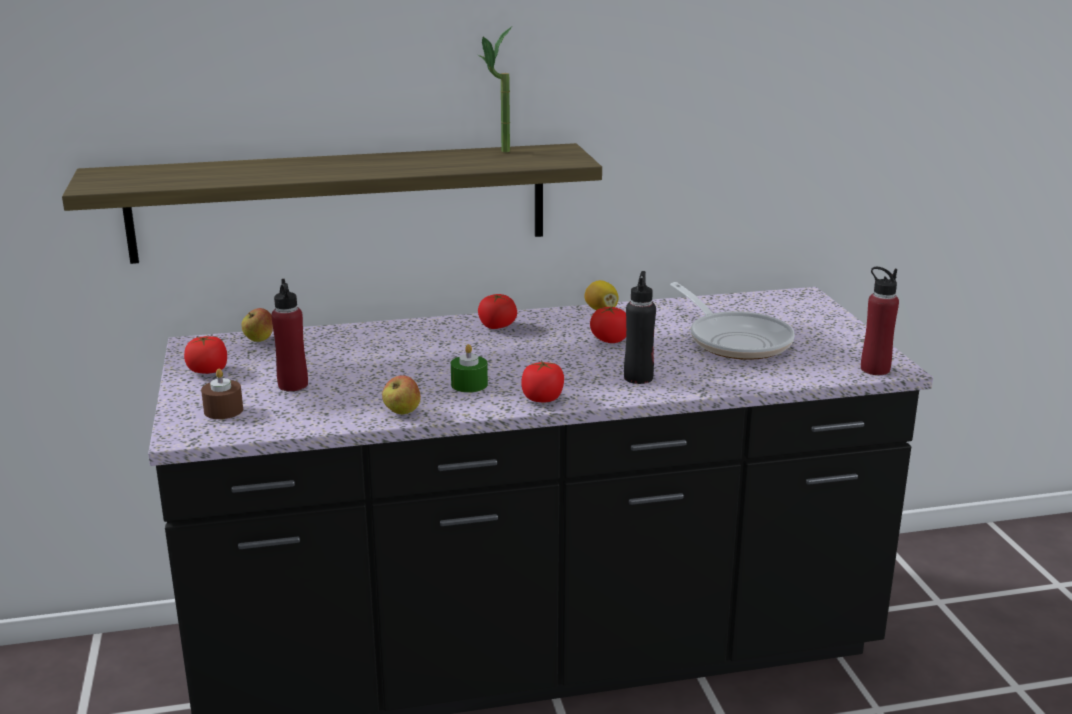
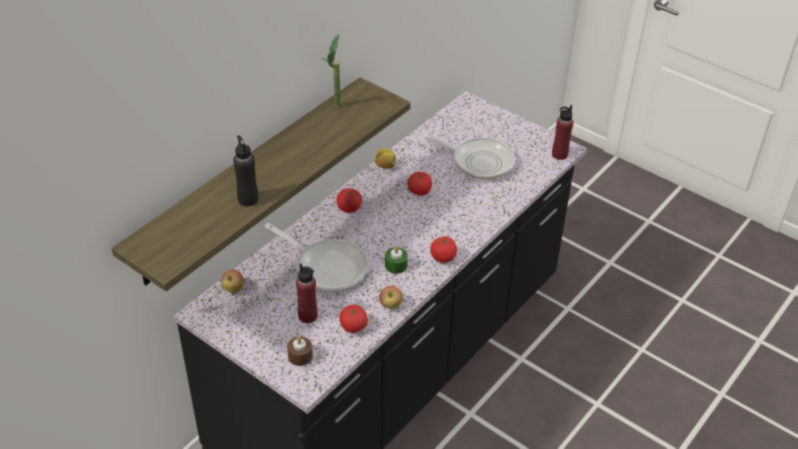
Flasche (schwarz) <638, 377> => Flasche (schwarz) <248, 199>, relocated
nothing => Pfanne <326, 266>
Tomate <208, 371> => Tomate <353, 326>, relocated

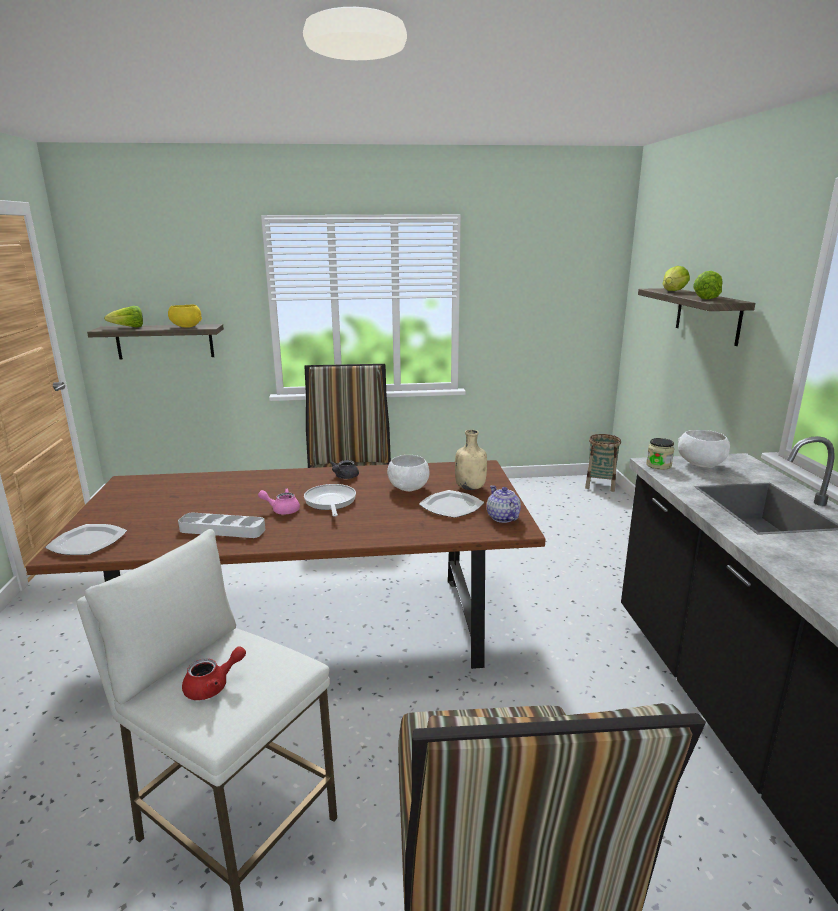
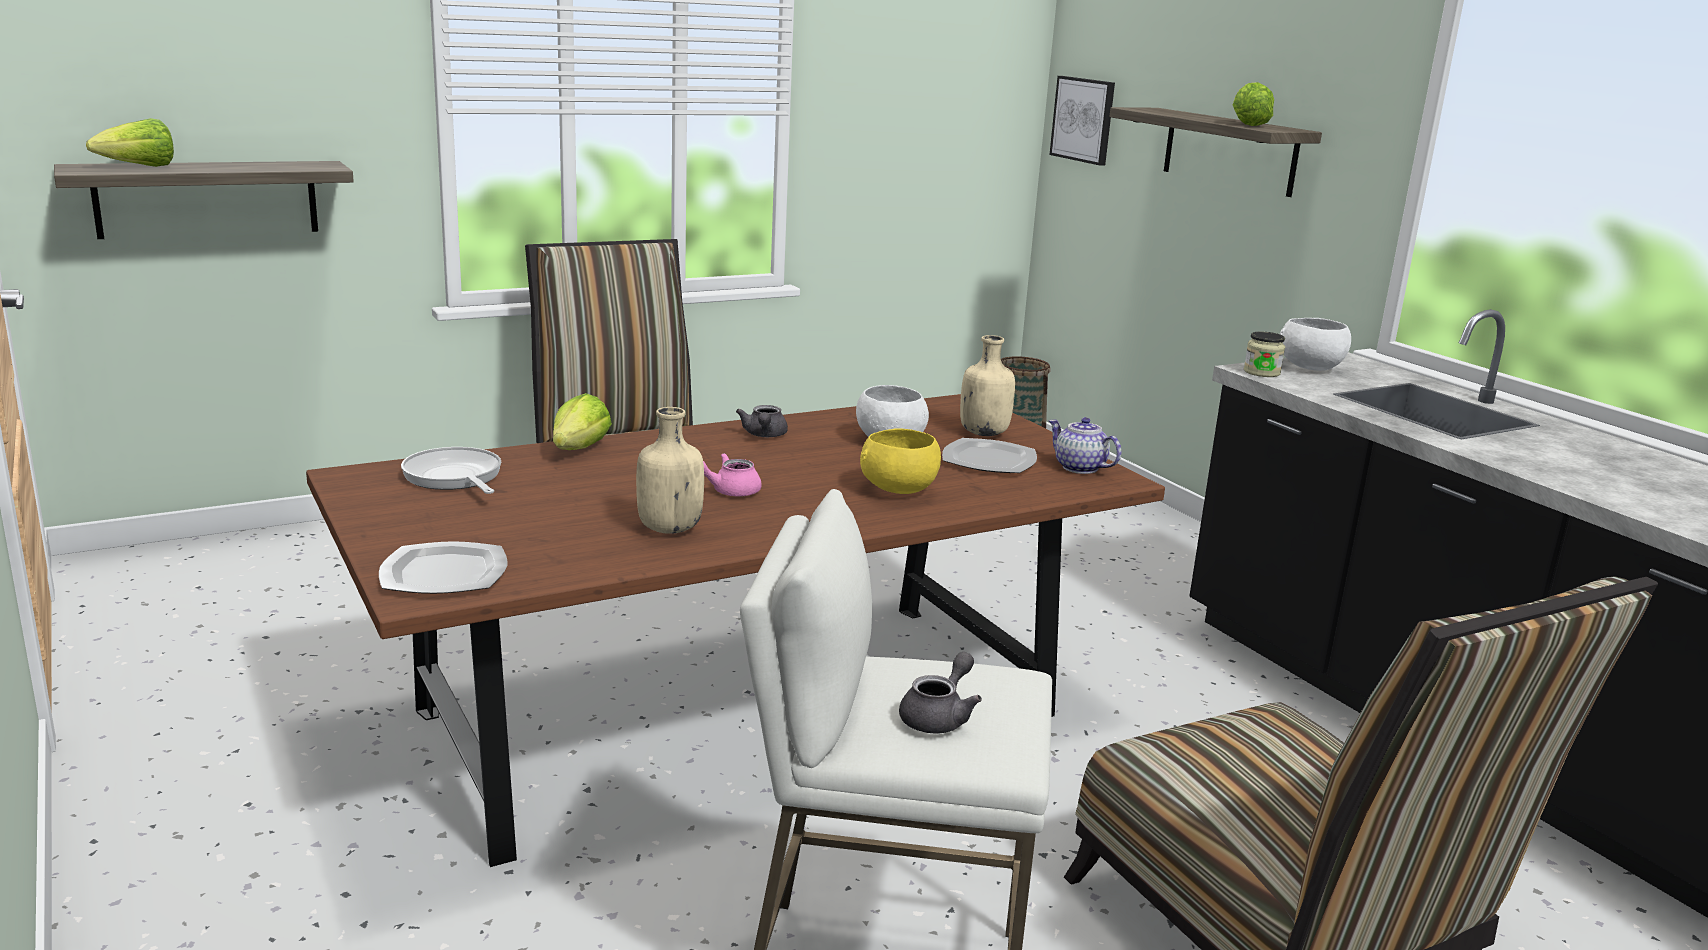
Pfanne <330, 502> => Pfanne <454, 477>, relocated
Salatkopf <673, 291> => Salatkopf <580, 449>, relocated
Tablett (grau) <222, 530> => Flasche (beige) <668, 528>
Schüssel (gelb) <186, 327> => Schüssel (gelb) <898, 490>, relocated
Teekanne (rot) <213, 686> => Teekanne (grau) <939, 717>
nothing => Bild <1083, 119>

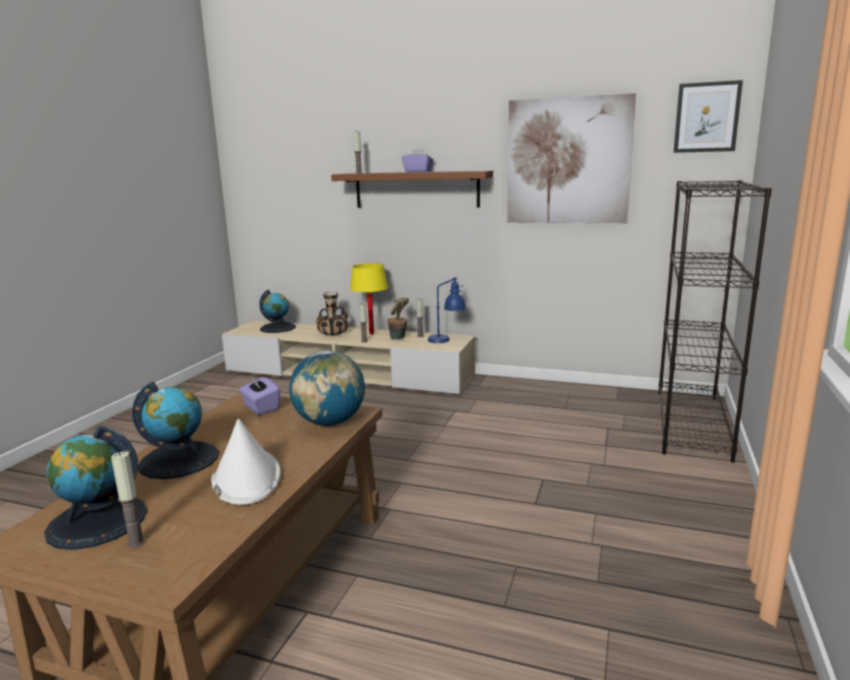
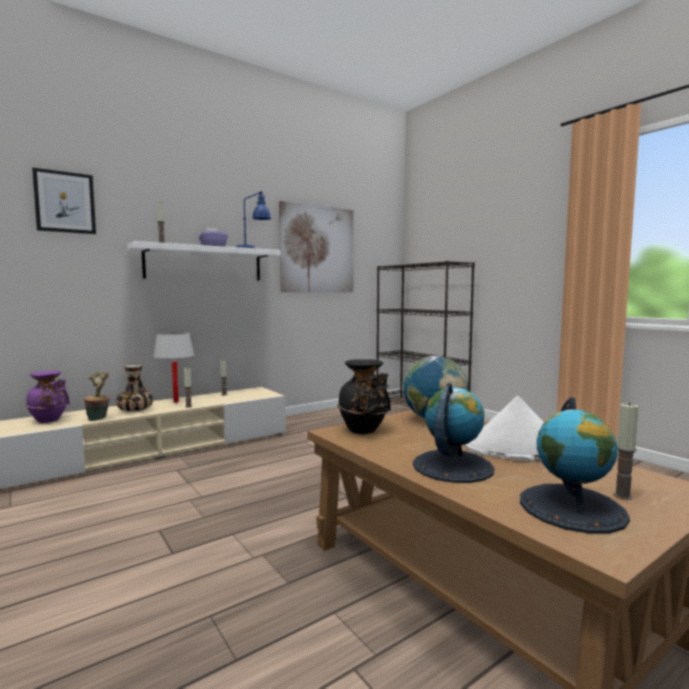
Globus <278, 328> => Vase (lila) <50, 420>
Bild <706, 117> => Bild <65, 202>, relocated
Topfpflanze <398, 338> => Topfpflanze <99, 418>, relocated
Wandregal (braun) <416, 190> => Wandregal (weiß) <204, 263>
Tischlampe (gelb) <371, 333> => Tischlampe (weiß) <176, 402>
Tischlampe (blau) <447, 341> => Tischlampe (blau) <254, 249>, relocated
Taschentuchbox (lila) <260, 407> => Vase (schwarz) <365, 430>

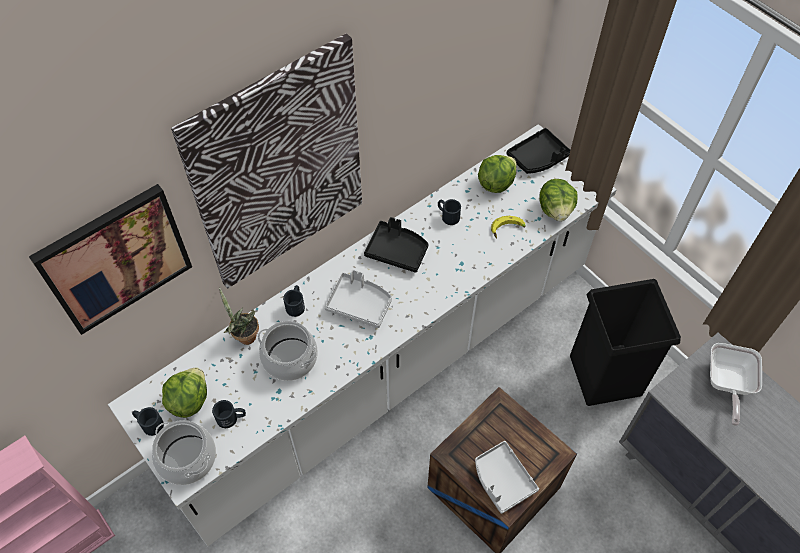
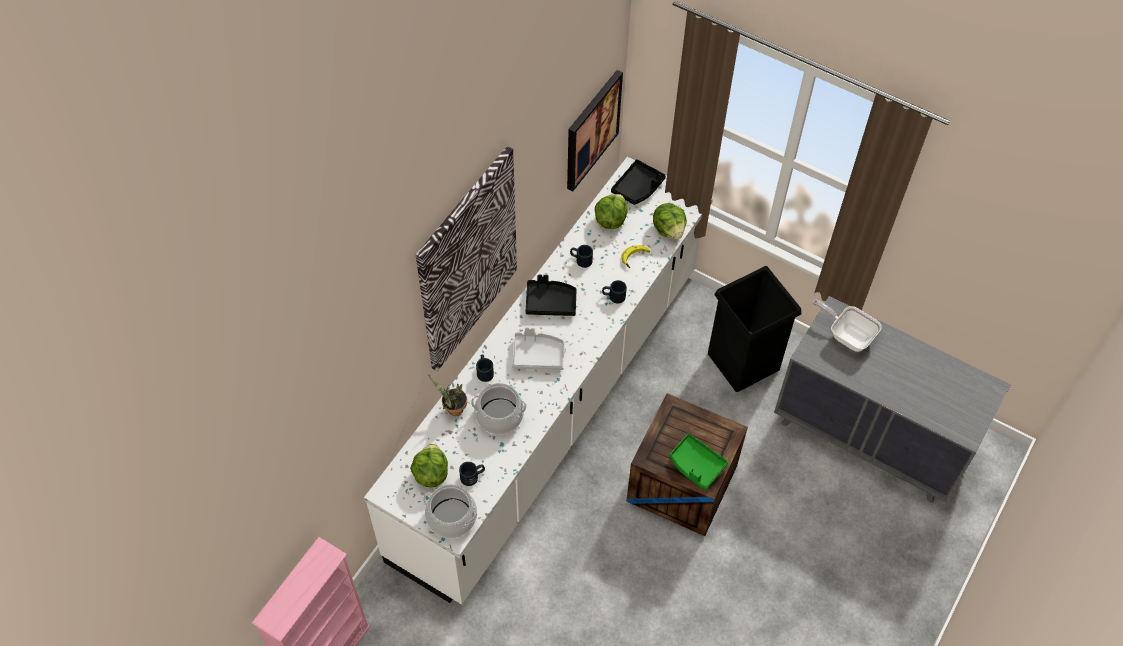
Bild <115, 259> => Bild <591, 130>, relocated
Henkelbecher (schwarz) <149, 424> => Henkelbecher (schwarz) <613, 296>, relocated
Tablett (grau) <502, 480> => Tablett (grün) <696, 465>
Pfanne <727, 384> => Pfanne <847, 335>, 135 degrees clockwise

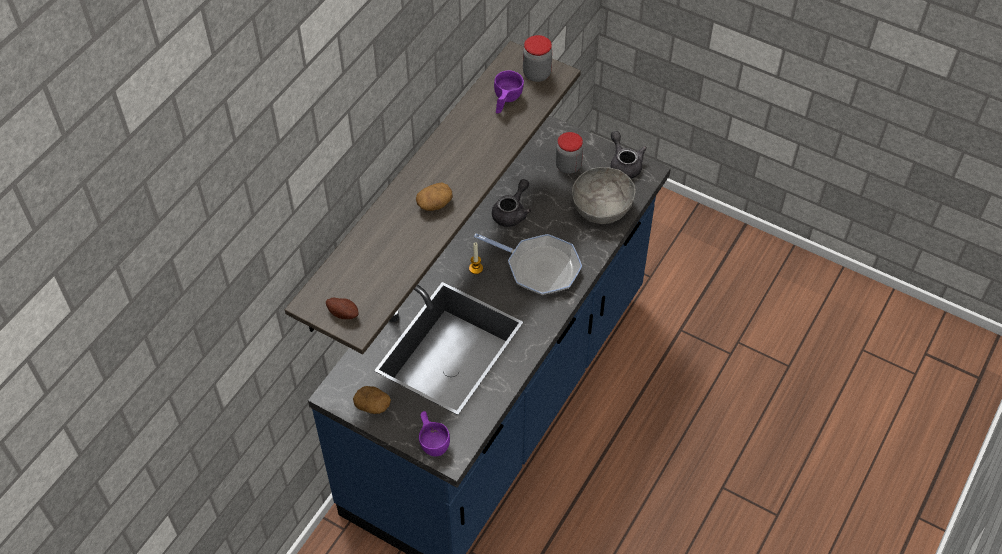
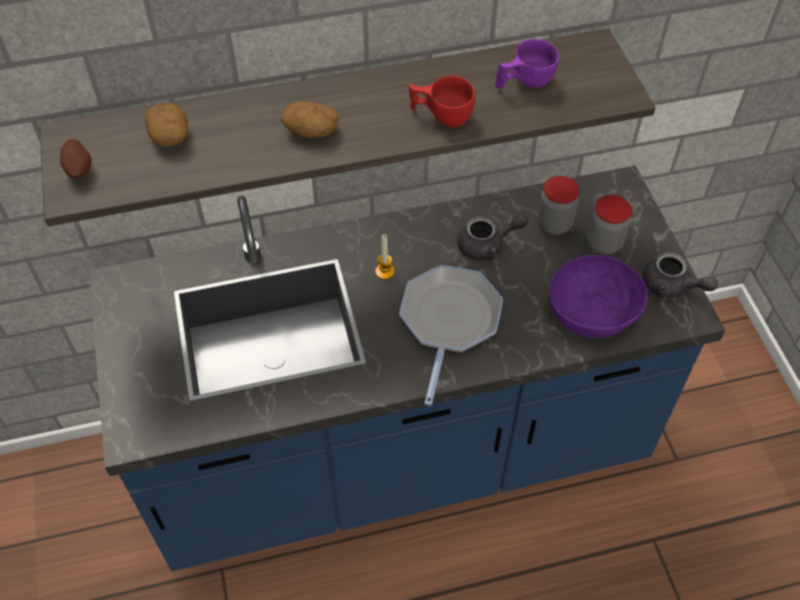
Kartoffel <373, 405> => Kartoffel <170, 136>, relocated
Pfanne <539, 268> => Pfanne <449, 322>, 150 degrees counterclockwise
nothing => Tasse (rot) <441, 116>
Vorratsglas <537, 74> => Vorratsglas <554, 224>, relocated
Schüssel (grau) <602, 207> => Schüssel (lila) <592, 312>
Teekanne (grau) <624, 164> => Teekanne (grau) <671, 287>, 105 degrees clockwise
Tasse (lila) <433, 441> => nothing

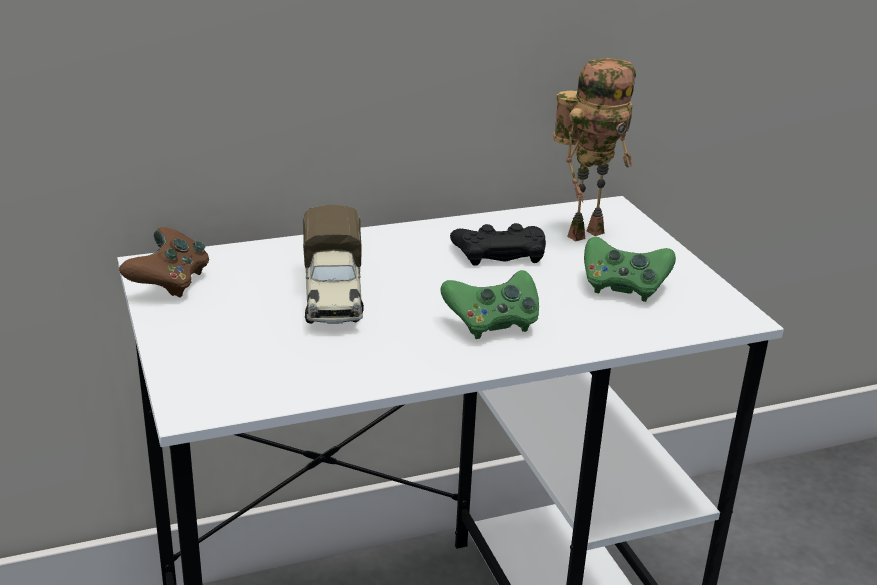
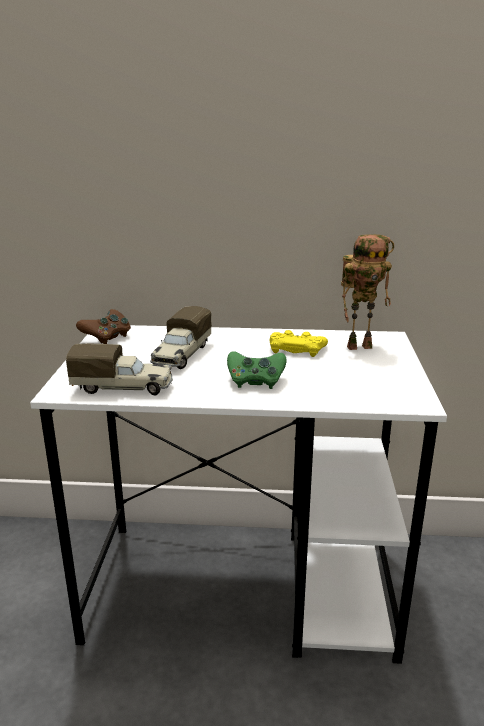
nothing => Spielzeuglaster <124, 387>
Gamepad (schwarz) <499, 252> => Gamepad (gelb) <296, 349>
Gamepad (grün) <623, 287> => nothing

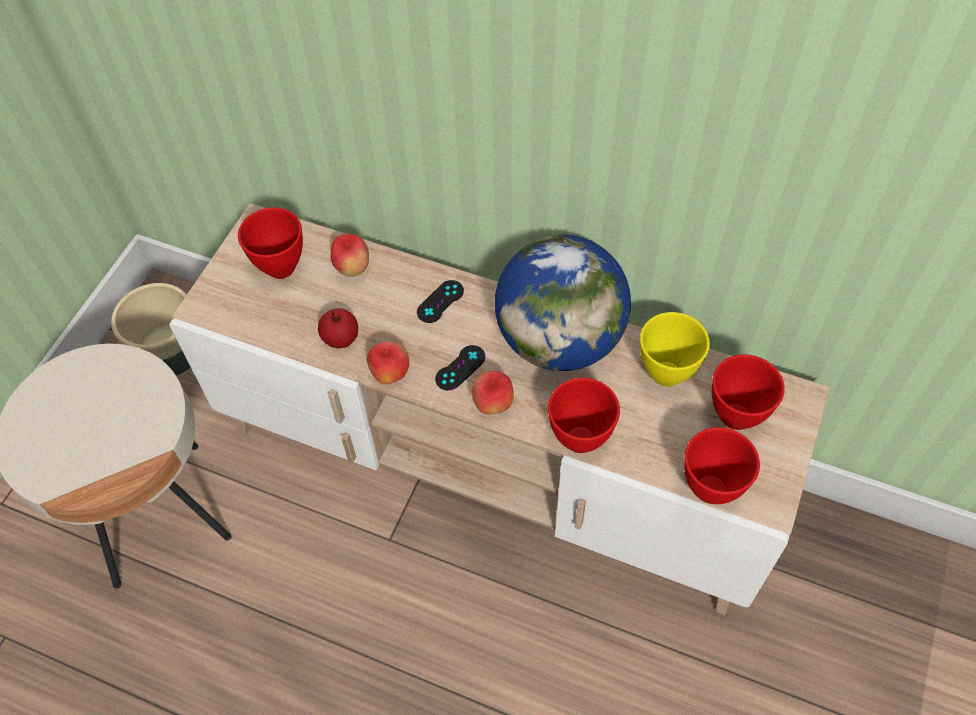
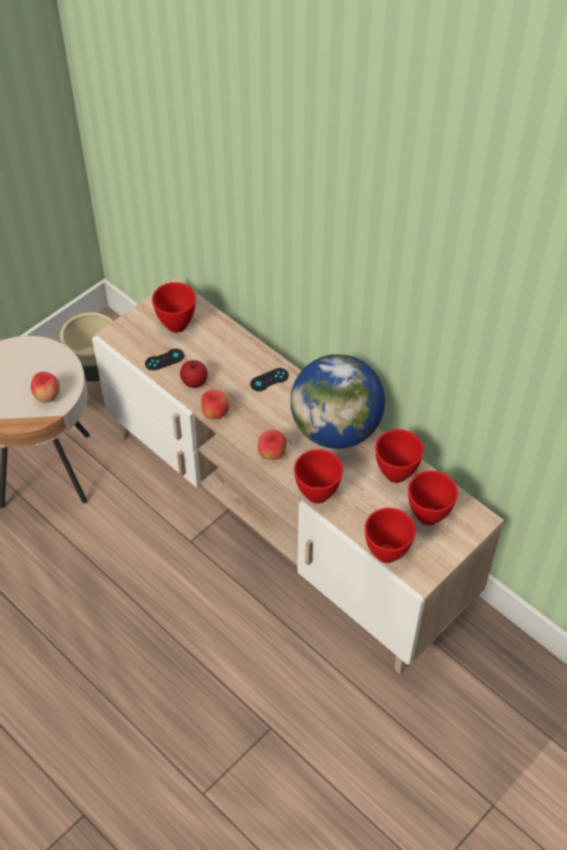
Apfel <353, 268> => Apfel <47, 397>, relocated
Gamepad (schwarz) <460, 368> => Gamepad (schwarz) <164, 360>, relocated
Schüssel (gelb) <667, 375> => Schüssel (rot) <396, 475>

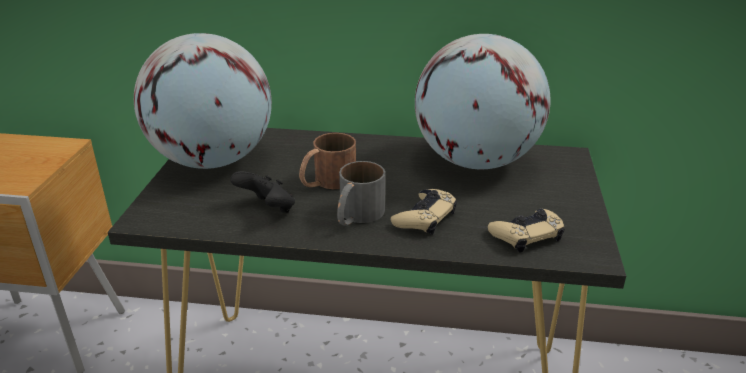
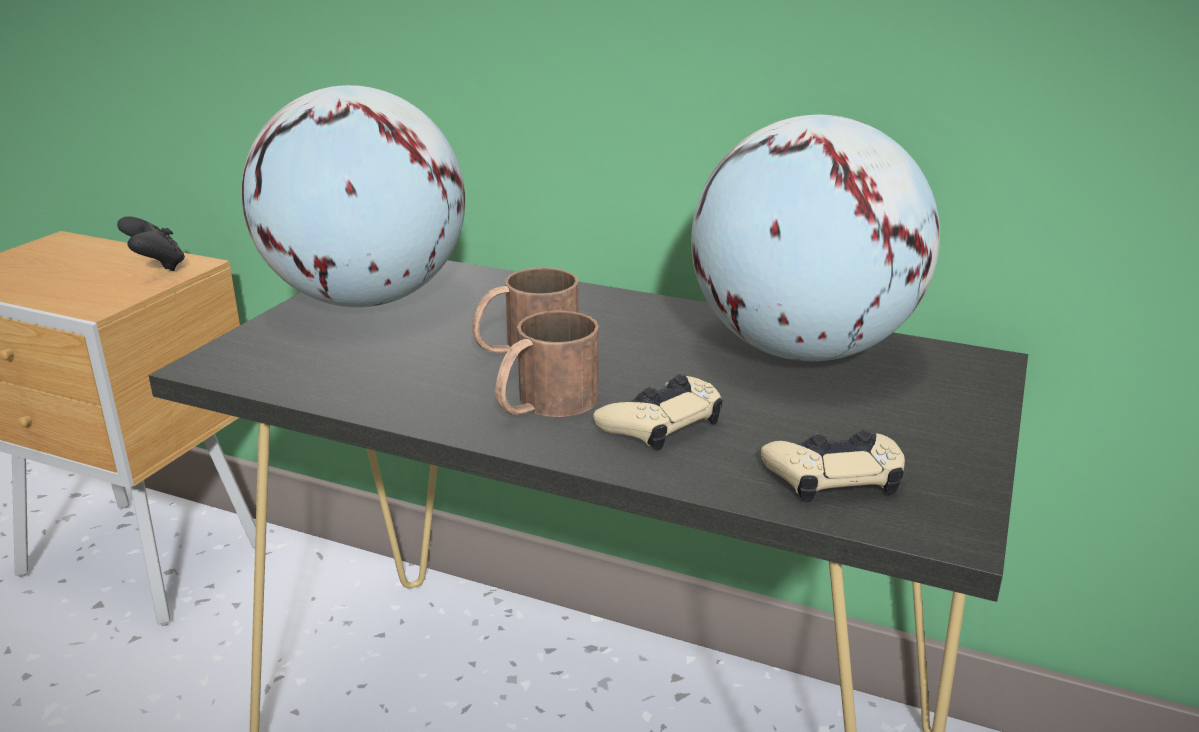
Gamepad (schwarz) <267, 209> => Gamepad (schwarz) <157, 266>, relocated
Henkelbecher (grau) <356, 216> => Henkelbecher (braun) <544, 405>

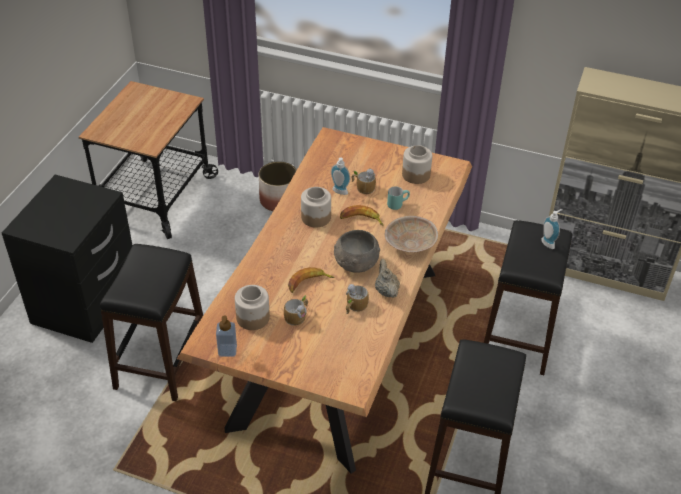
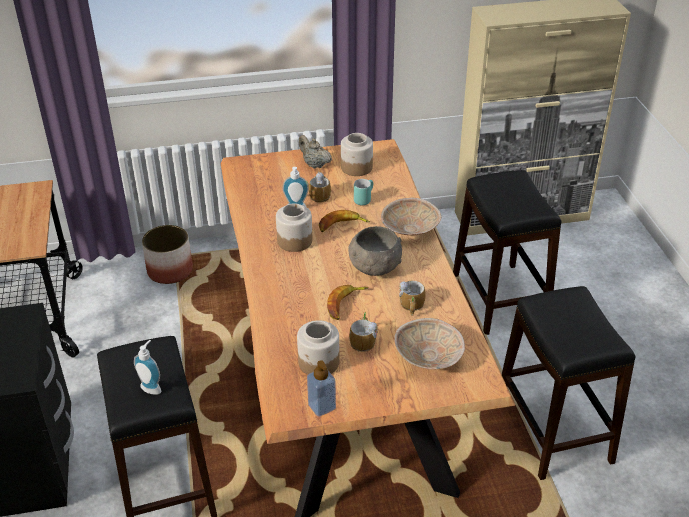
Seifenspender <549, 243> => Seifenspender <152, 387>, relocated
Teekanne (beige) <386, 290> => Teekanne (beige) <314, 164>, relocated
nothing => Schüssel (beige) <429, 357>

